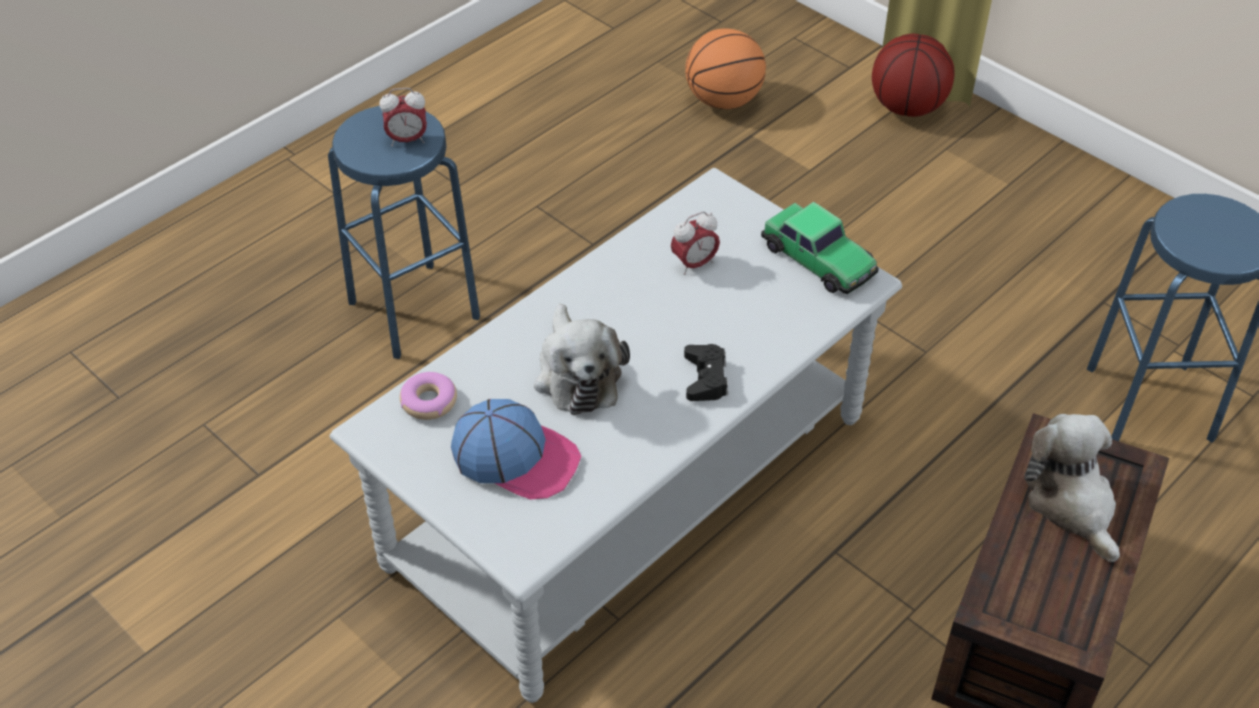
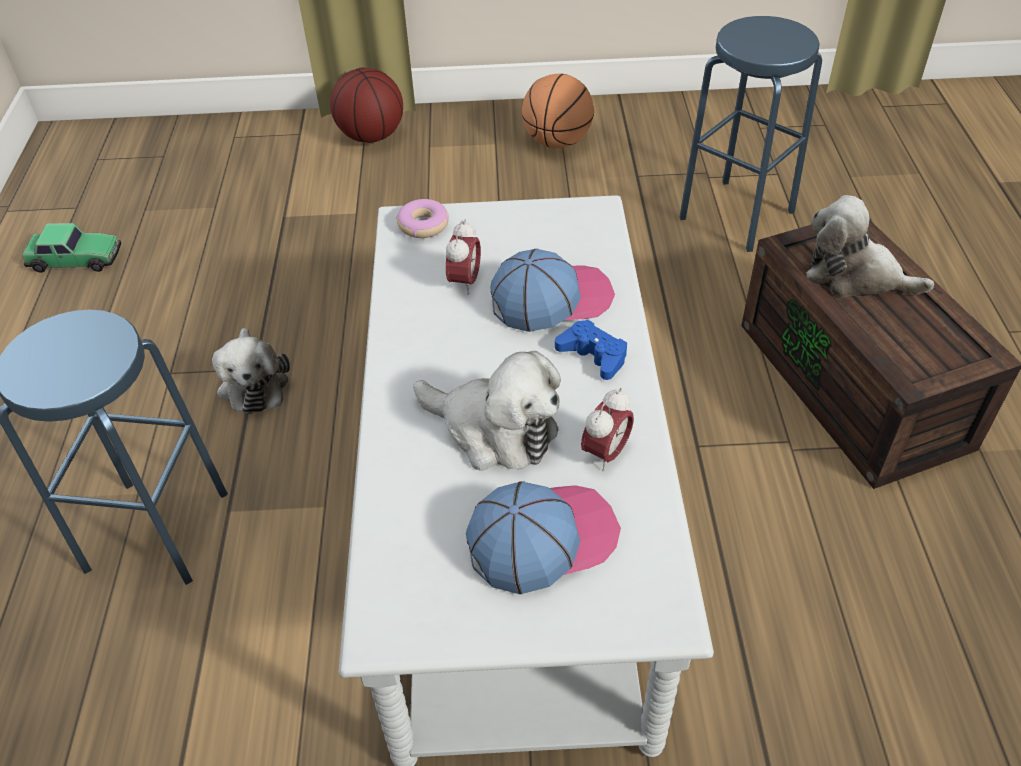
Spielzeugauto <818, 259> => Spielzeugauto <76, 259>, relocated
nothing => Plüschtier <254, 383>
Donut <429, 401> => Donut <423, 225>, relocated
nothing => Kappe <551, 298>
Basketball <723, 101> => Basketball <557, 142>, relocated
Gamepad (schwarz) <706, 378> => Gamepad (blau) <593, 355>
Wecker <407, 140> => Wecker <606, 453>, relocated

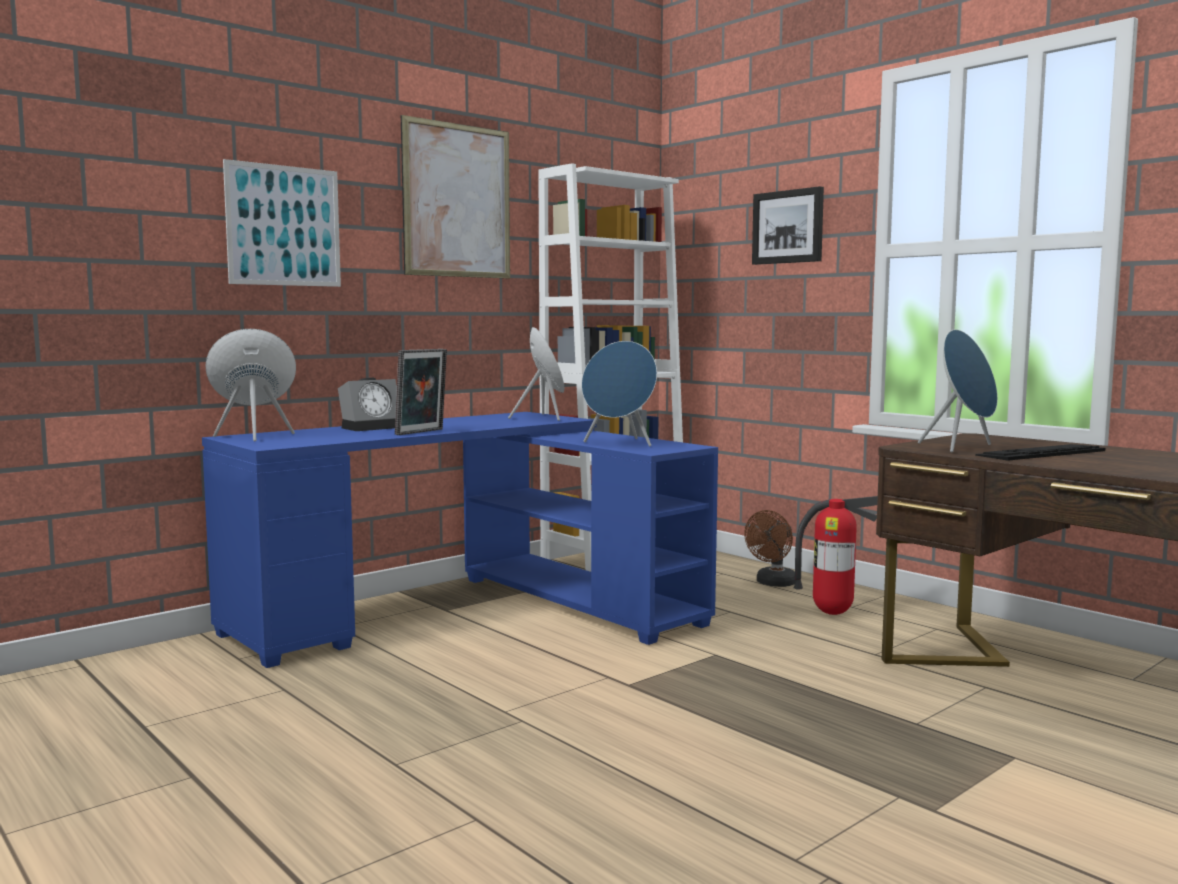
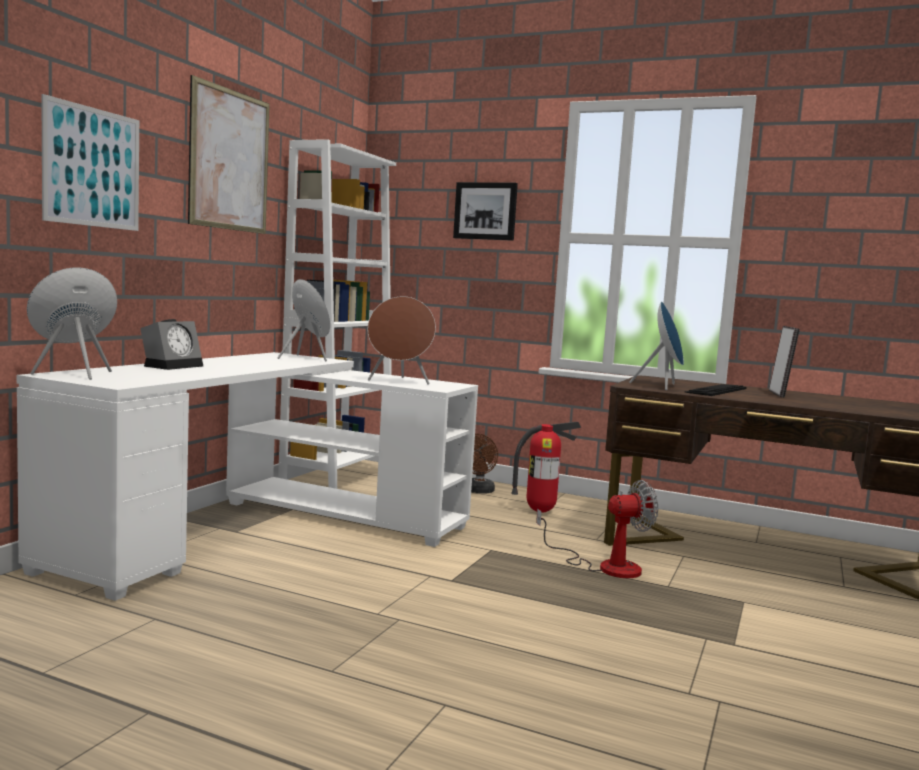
Schreibtisch (blau) <472, 611> => Schreibtisch (weiß) <261, 530>
Lautsprecher (blau) <620, 443> => Lautsprecher (braun) <399, 381>
nothing => Ventilator <605, 566>
Bilderrahmen <422, 432> => Bilderrahmen <779, 394>, relocated

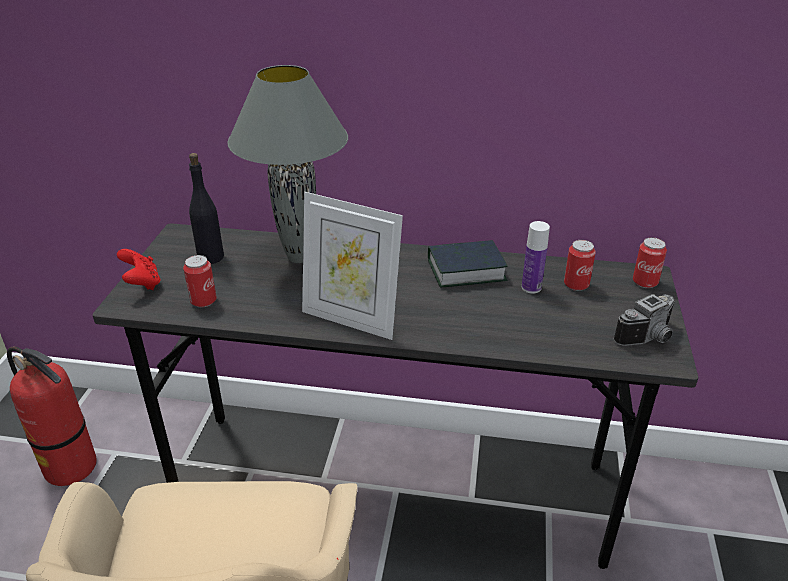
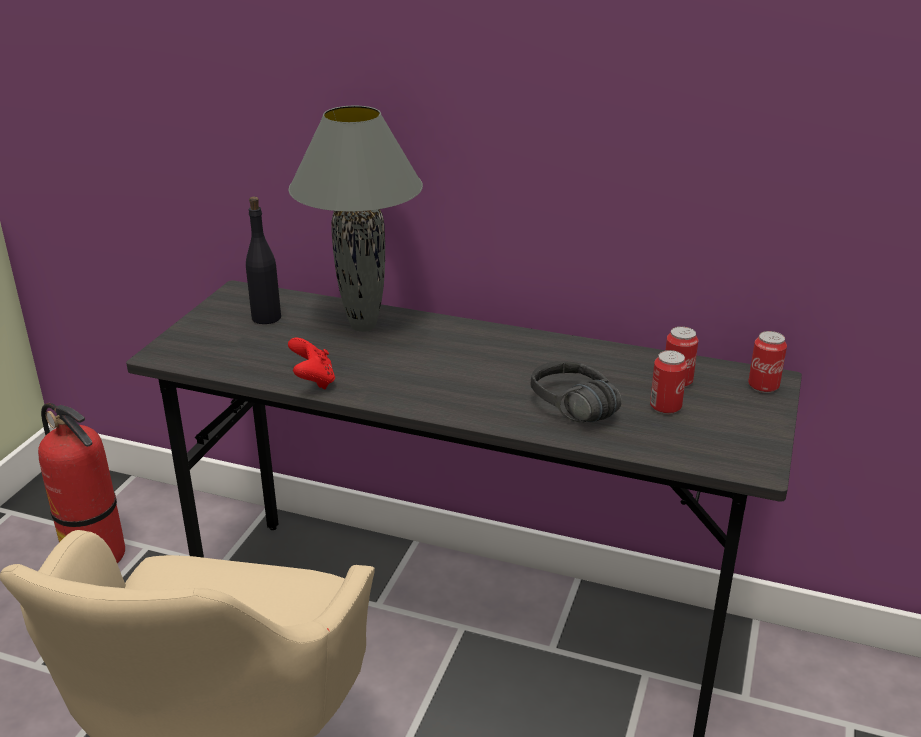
Gamepad (rot) <142, 283> => Gamepad (rot) <313, 381>, relocated
nothing => Kopfhörer (schwarz) <563, 411>
Dose <203, 301> => Dose <665, 407>, relocated
Bilderrahmen <351, 319> => nothing
Buch <466, 270> => nothing
Flasche <531, 287> => nothing
Kamera <649, 338> => nothing

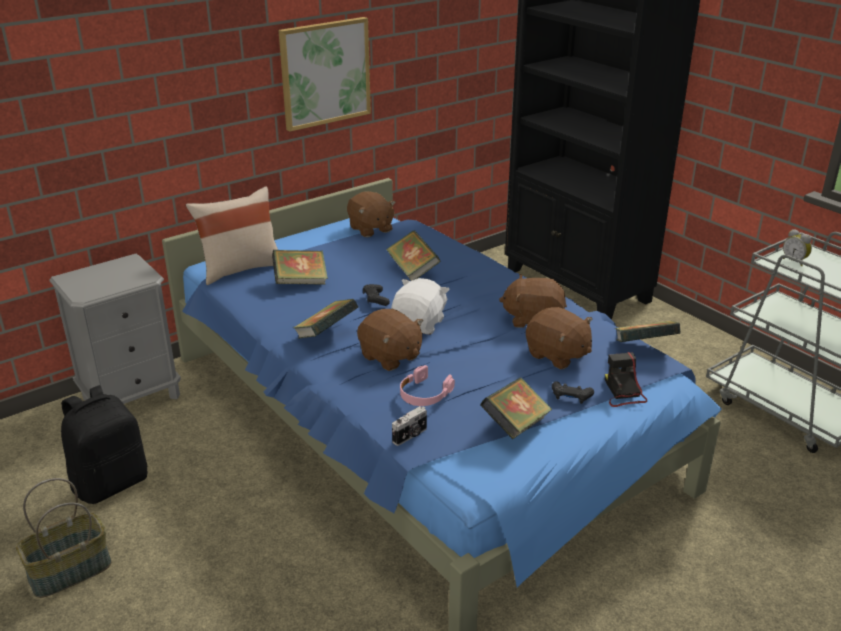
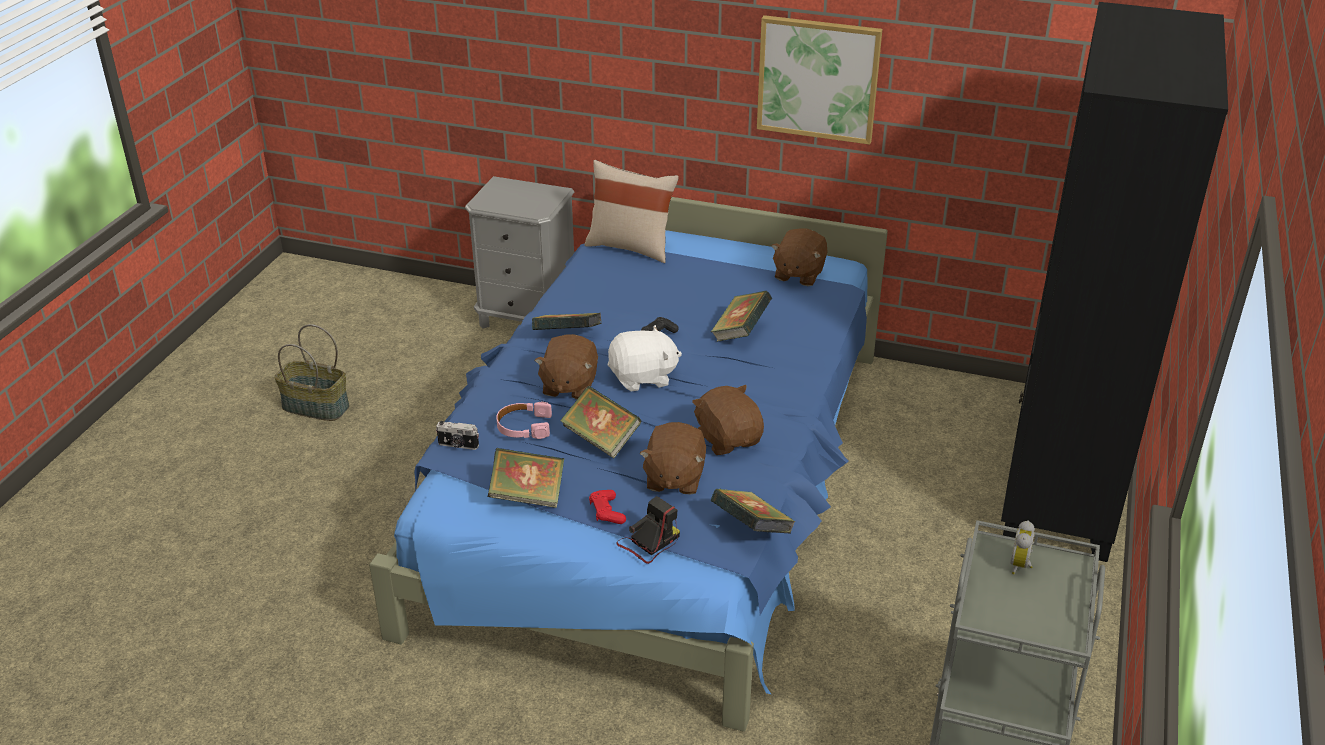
Buch <301, 282> => Buch <601, 439>, relocated
Gamepad (schwarz) <571, 397> => Gamepad (rot) <607, 512>
Rucksack (schwarz) <111, 483> => nothing

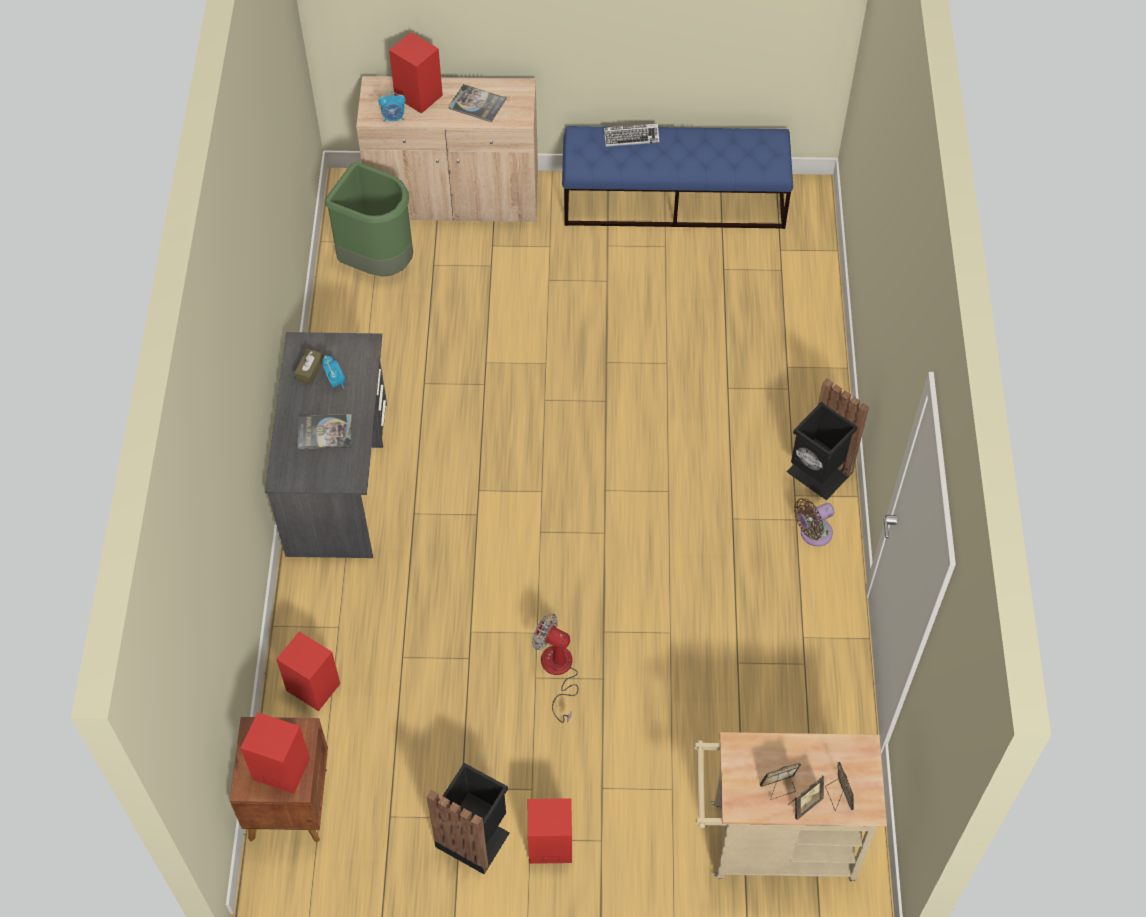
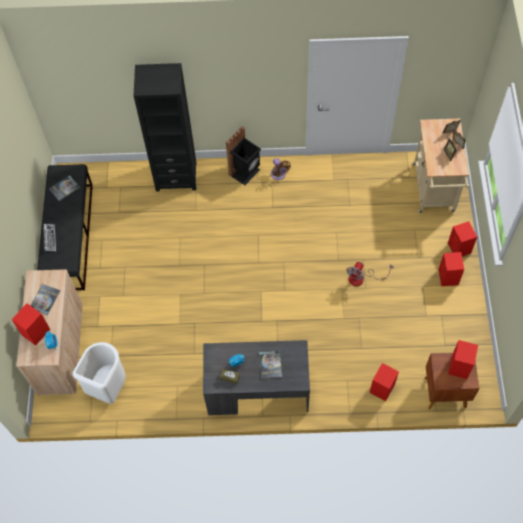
Bank (blau) <675, 201> => Bank (schwarz) <70, 236>
nothing => Buch <64, 188>
Mülleimer (grün) <378, 262> => Mülleimer (weiß) <108, 386>
nothing => Bücherregal (schwarz) <176, 176>
nothing => Lautsprecher (rot) <459, 248>
Mülleimer (schwarz) <474, 836> => nothing

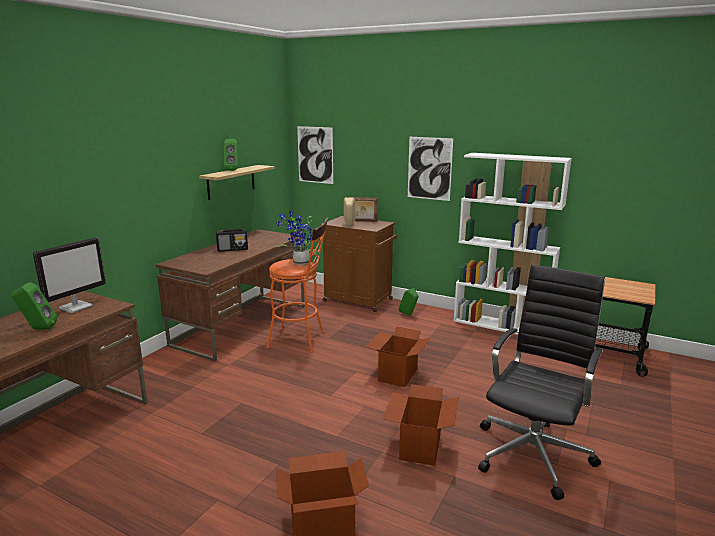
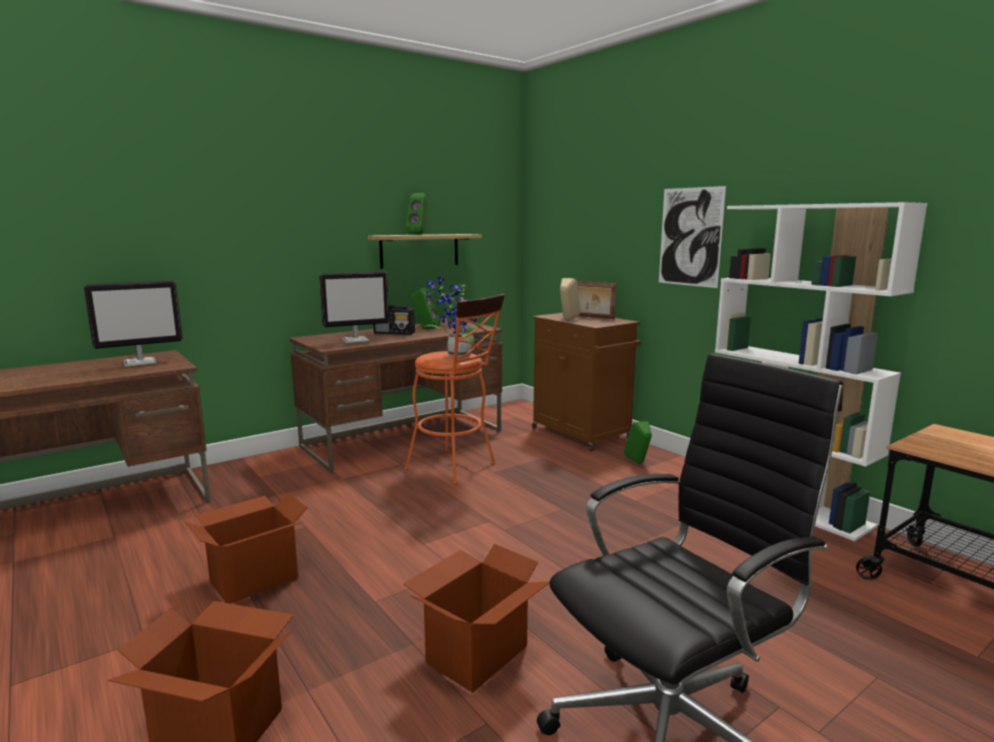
Karton <397, 375> => Karton <253, 579>, relocated
nothing => Monitor <356, 340>
Lautsprecher (grün) <38, 329> => Lautsprecher (grün) <425, 329>, relocated
Bild <315, 155> => nothing

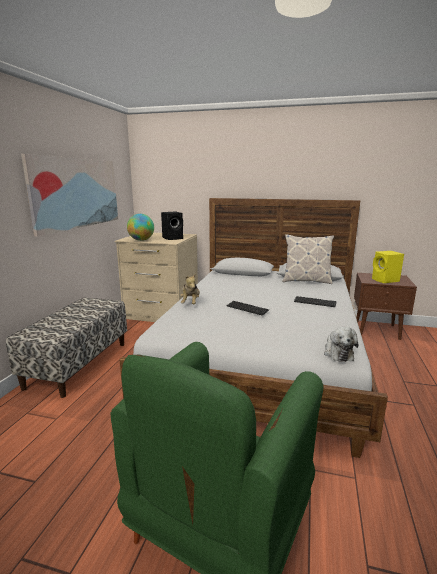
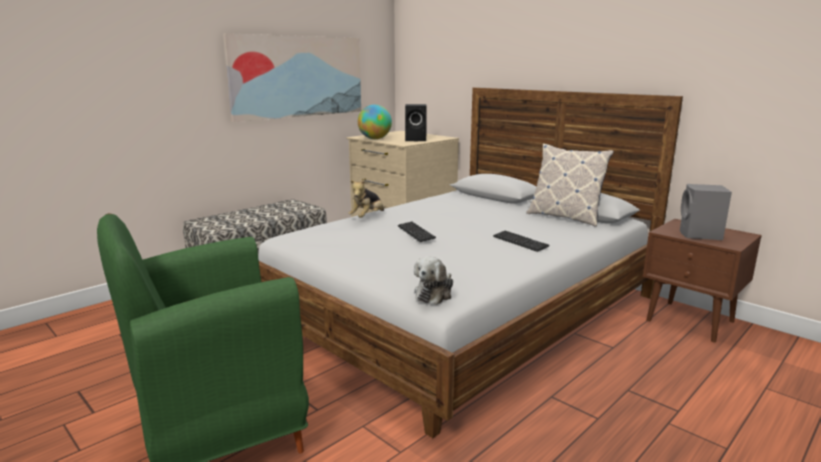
Lautsprecher (gelb) <385, 280> => Lautsprecher (grau) <700, 235>

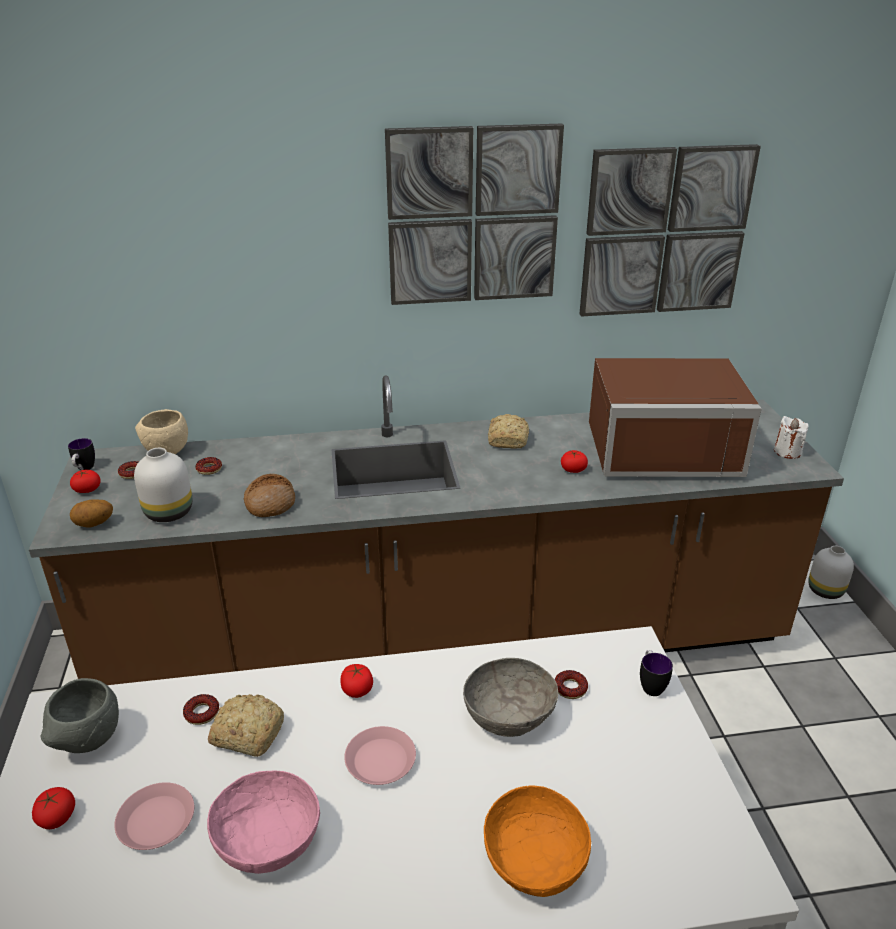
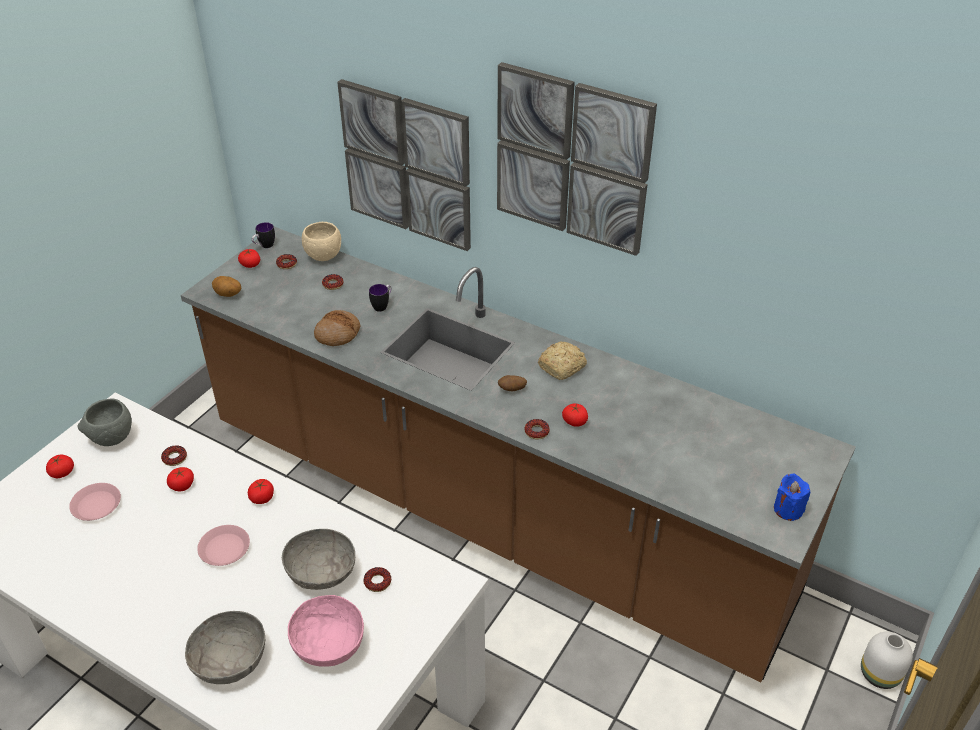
Brot <247, 733> => Tomate <182, 485>
Schüssel (orange) <534, 860> => Schüssel (grau) <230, 661>
Schüssel (rosa) <267, 840> => Schüssel (rosa) <328, 643>, relocated
Bild <664, 232> => Bild <407, 165>, relocated
Henkelbecher <650, 684> => Henkelbecher <382, 306>, relocated
nothing => Kartoffel <512, 389>
nothing => Donut <536, 432>
Kerze (weiß) <787, 452> => Kerze (blau) <788, 509>
Vase (weiß) <169, 512> => nothing
Mikrowelle (braun) <661, 446> => nothing

